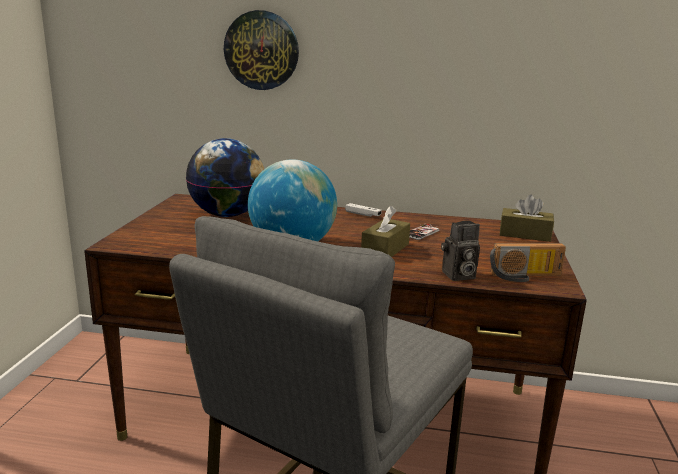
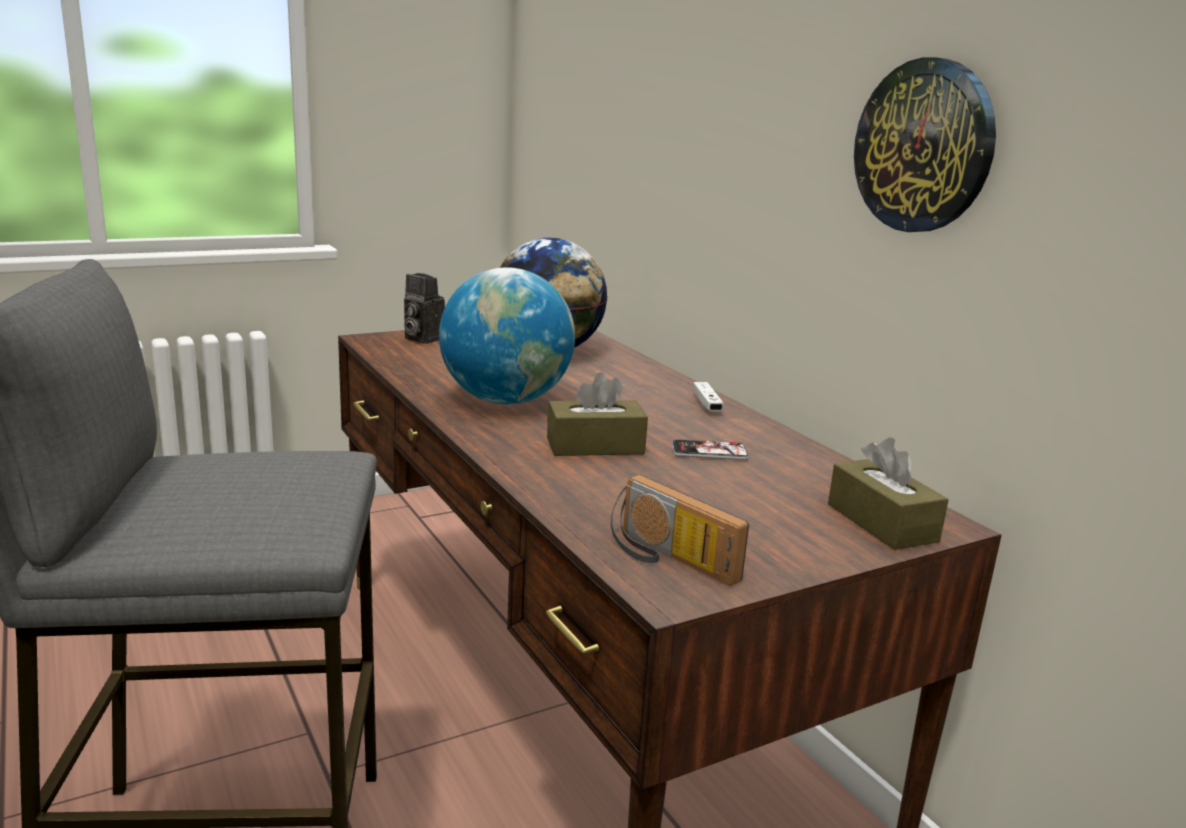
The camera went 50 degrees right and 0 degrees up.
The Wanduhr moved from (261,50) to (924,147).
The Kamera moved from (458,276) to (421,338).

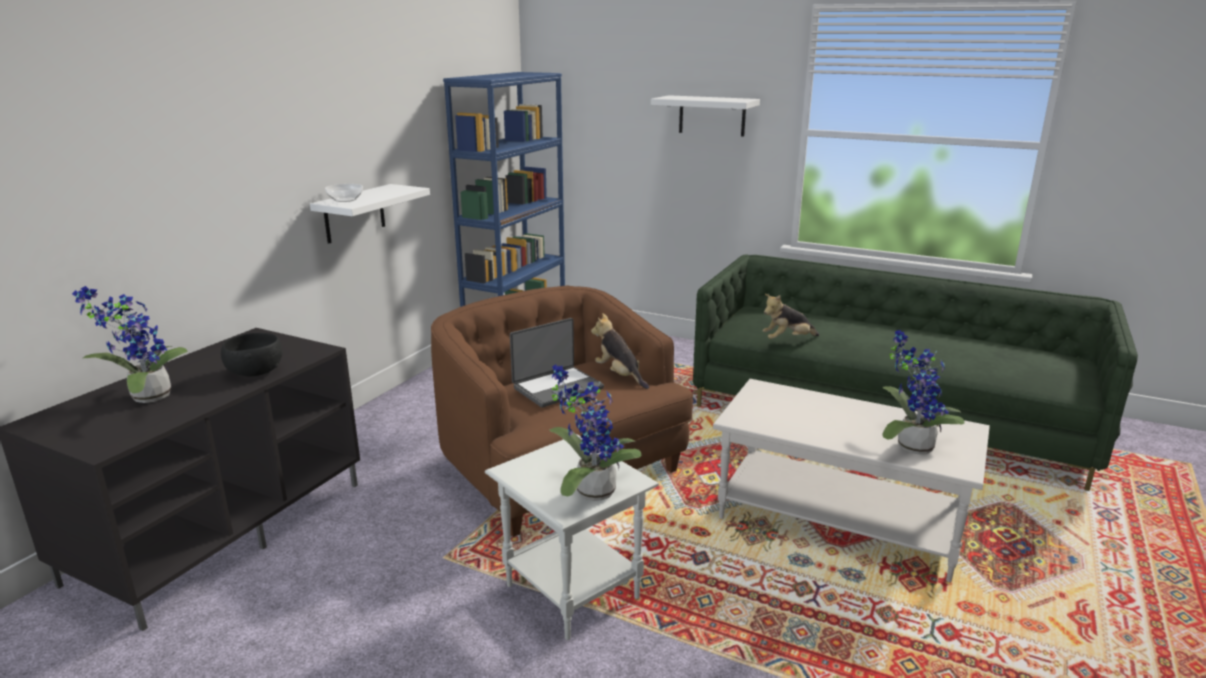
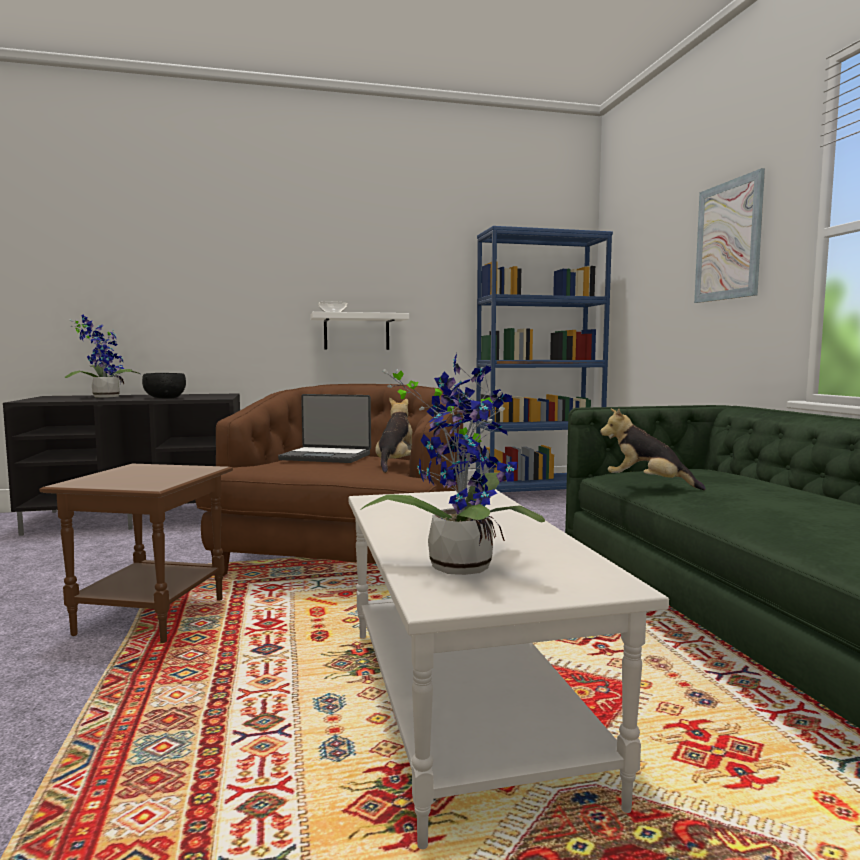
The camera went 50 degrees right and 15 degrees down.
The Topfpflanze at (590,490) disappeared.
The Wandregal/weiß at (712,115) was replaced by the Bild at (728,241).
The Beistelltisch/weiß at (571,591) became the Beistelltisch/braun at (152,616).

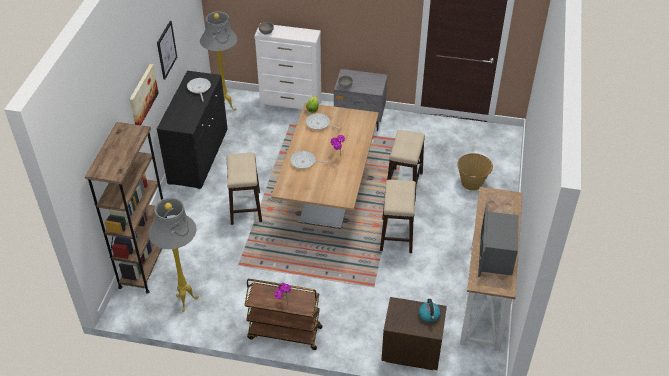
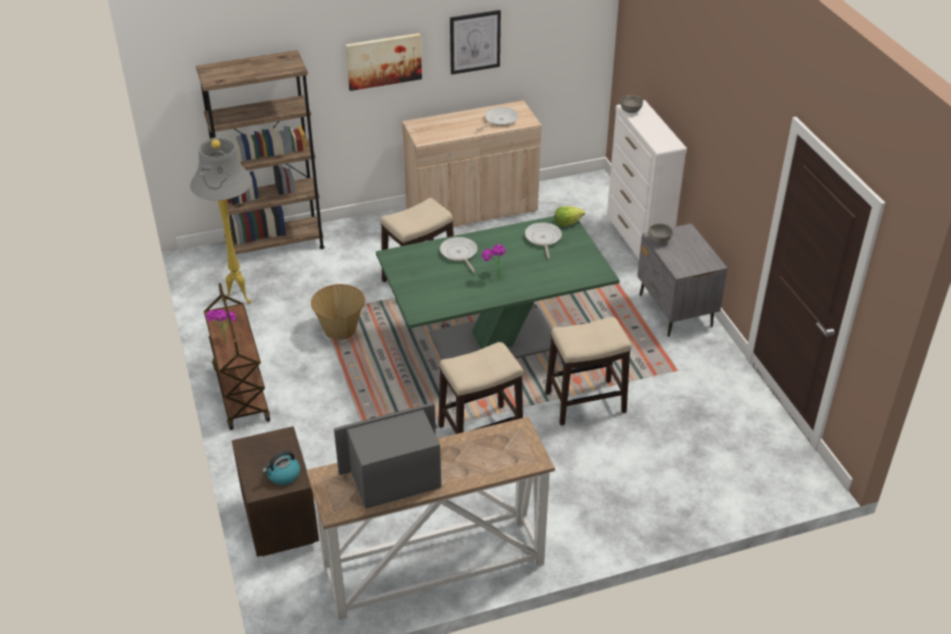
The camera went 60 degrees right and 5 degrees down.
The Stehlampe/grau at (226,109) disappeared.
The Korb moved from (472,183) to (340,330).
The Schrank/schwarz at (198,156) became the Schrank/beige at (471,210).
The Esstisch/braun at (327,198) became the Esstisch/grün at (494,341).

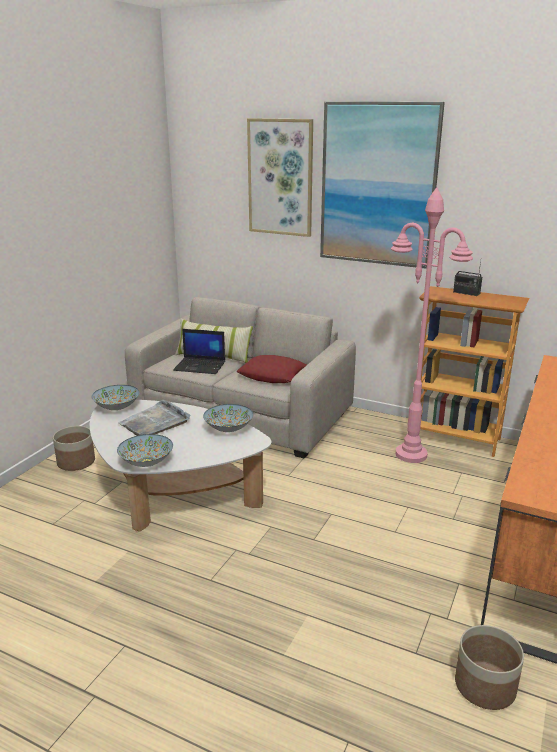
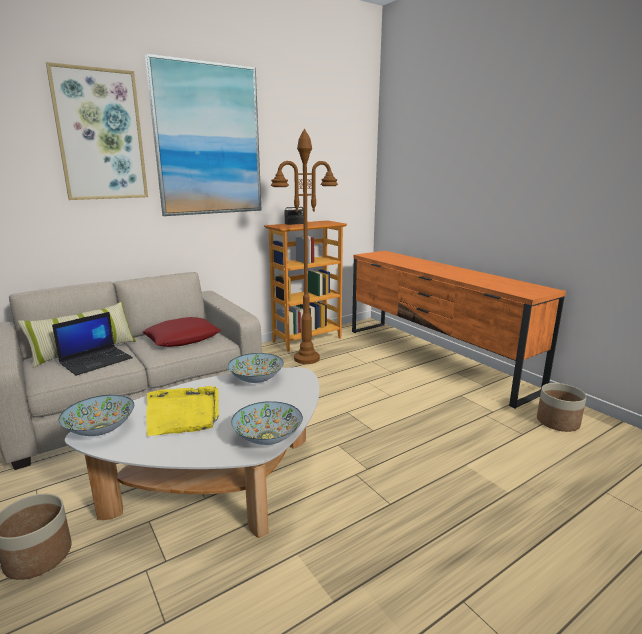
The camera went 60 degrees left and 5 degrees down.
The Tablett/grau at (155,422) became the Tablett/gelb at (183,413).
The Stehlampe/rosa at (411,454) became the Stehlampe/braun at (307,358).

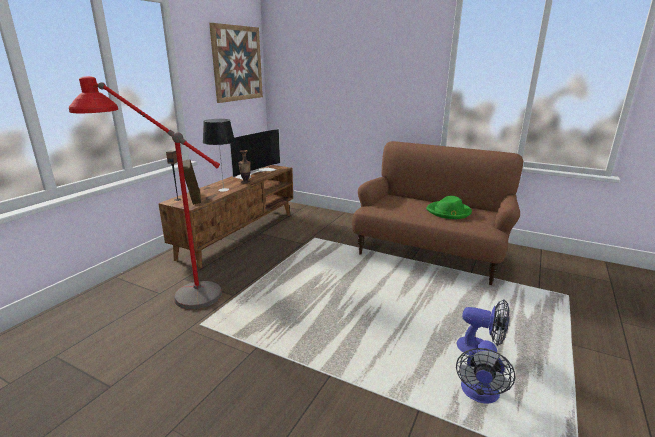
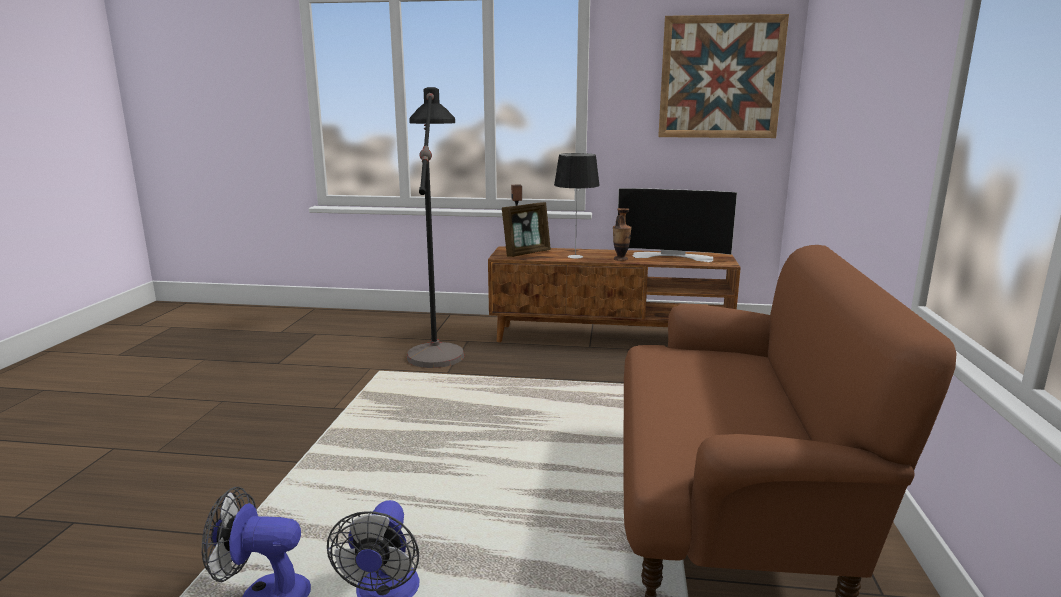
The camera went 70 degrees right and 5 degrees down.
The Hut/grün at (449,212) disappeared.
The Stehlampe/rot at (170,291) became the Stehlampe/schwarz at (438,342).

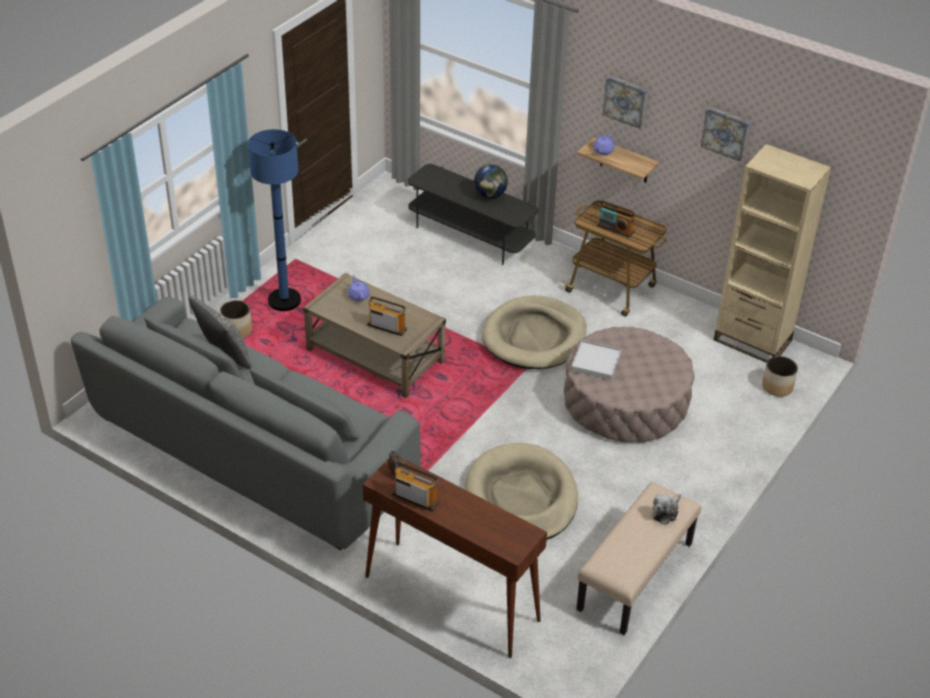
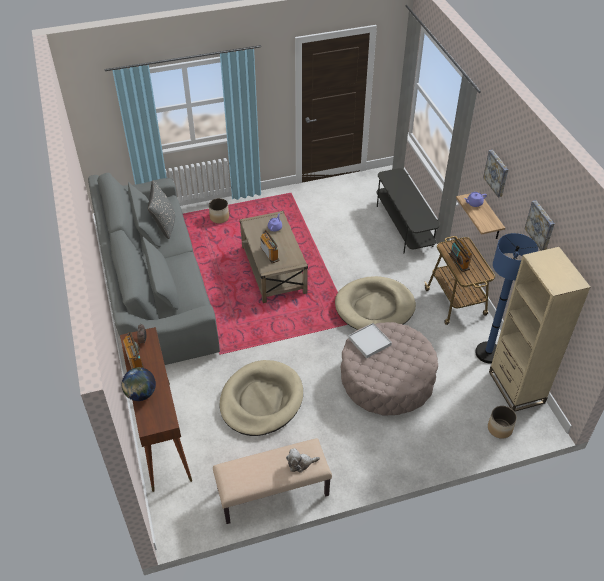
The camera went 40 degrees right and 5 degrees up.
The Stehlampe/blau moved from (284,301) to (488,353).
The Globus moved from (490,195) to (141,394).

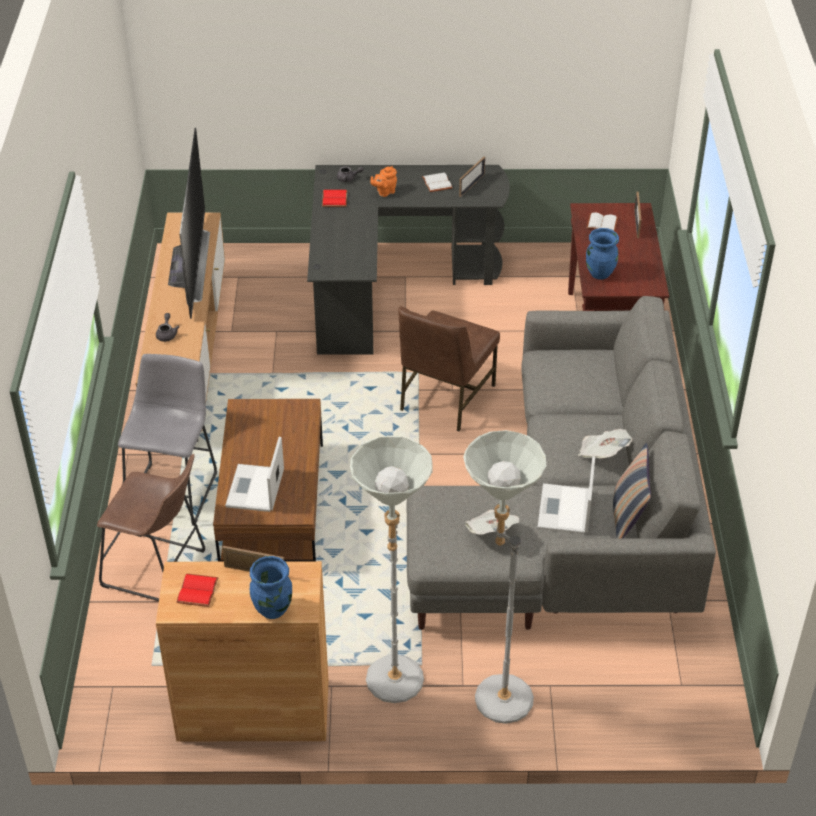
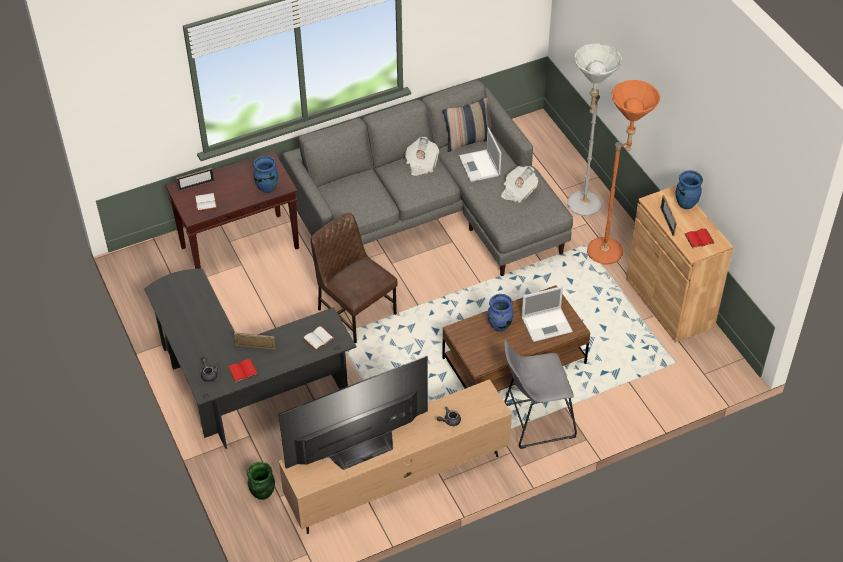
The camera went 115 degrees left and 5 degrees up.
The Hocker/braun at (159,571) disappeared.
The Teekanne/orange at (384,192) disappeared.
The Vase/grün at (262,493) appeared.
The Vase/blau at (500,326) appeared.
The Buch/weiß moved from (436,183) to (318,339).
The Bilderrahmen moved from (471,185) to (255,347).
The Stehlampe/grau at (394,690) became the Stehlampe/orange at (611,249).
The Stuhl/braun at (445,398) turned 135 degrees counterclockwise.
The Laptop at (565,510) turned 90 degrees clockwise.

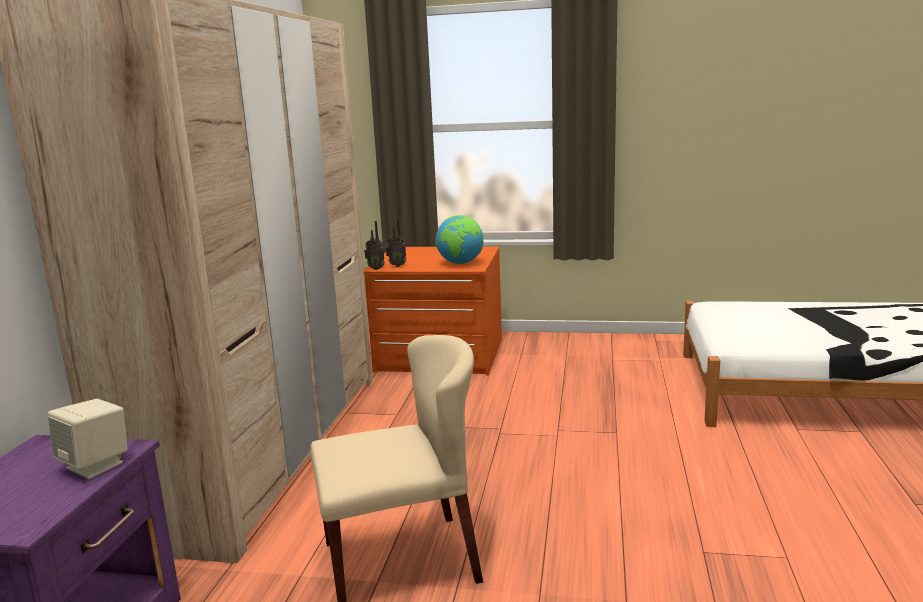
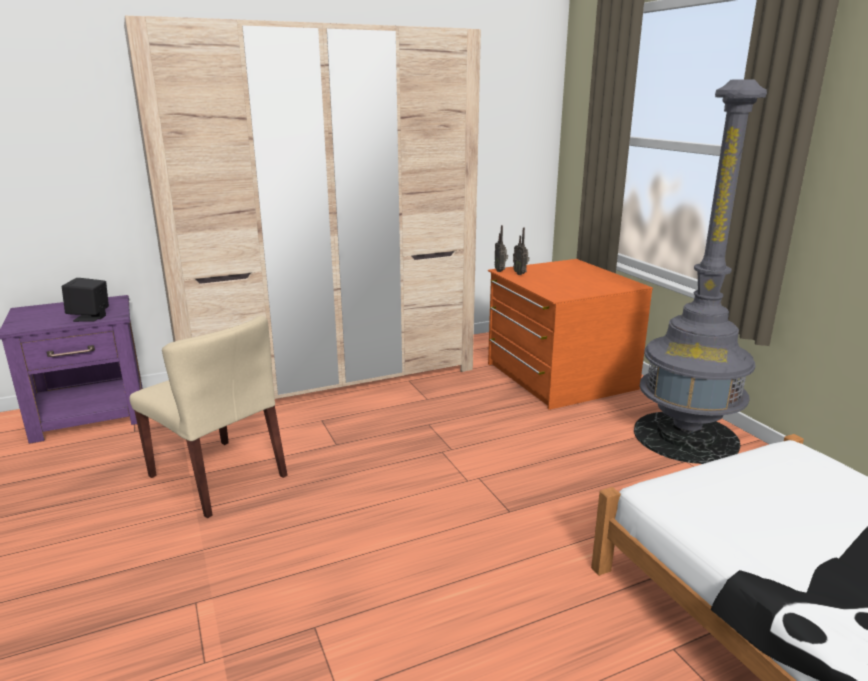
The camera went 55 degrees right and 5 degrees up.
The Globus at (460,263) disappeared.
The Stehlampe/grau at (685,437) appeared.
The Lautsprecher/beige at (96,465) became the Lautsprecher/schwarz at (90,317).

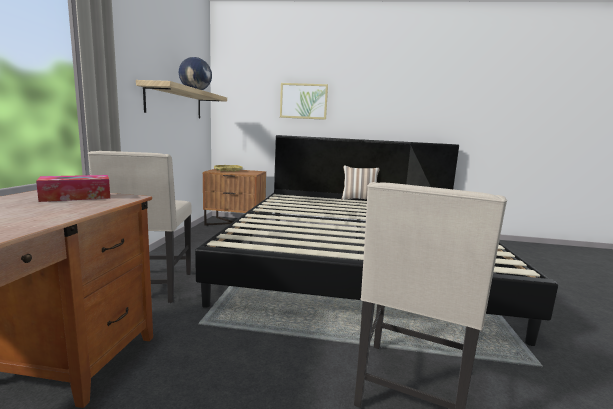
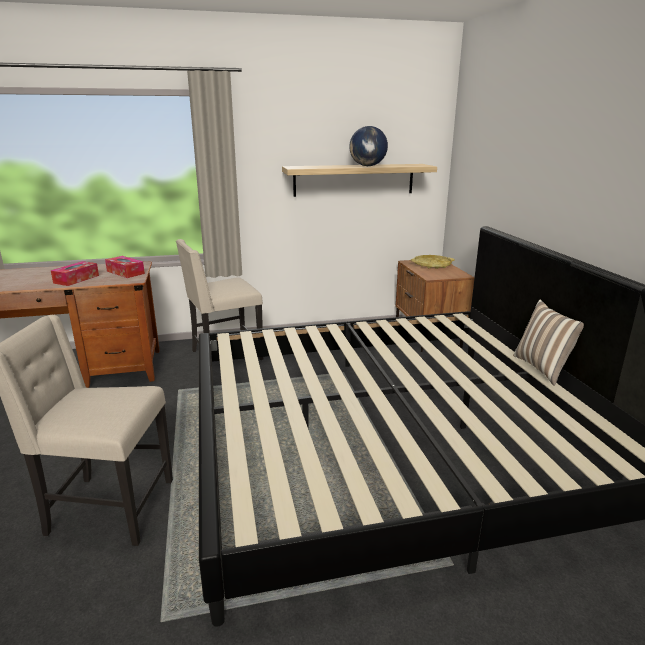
The camera went 70 degrees right and 10 degrees up.
The Bild at (303,101) disappeared.
The Taschentuchbox at (76,279) appeared.

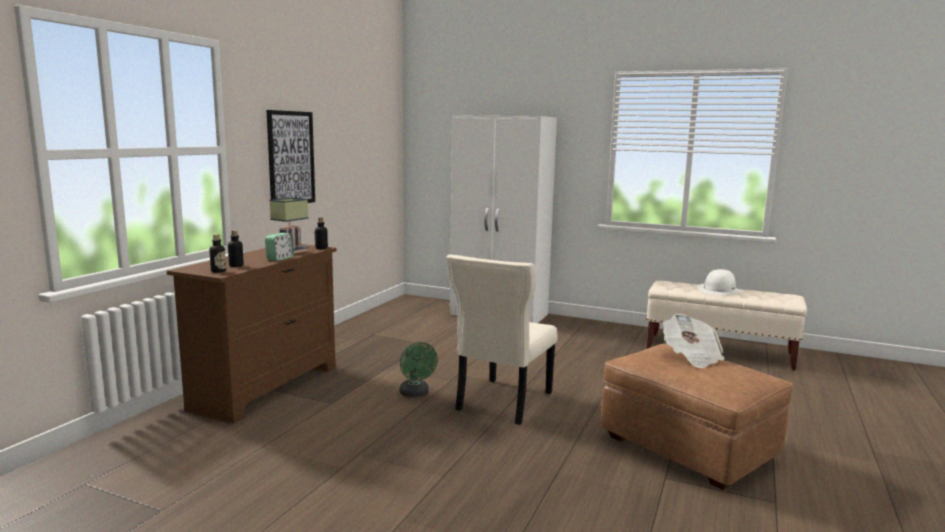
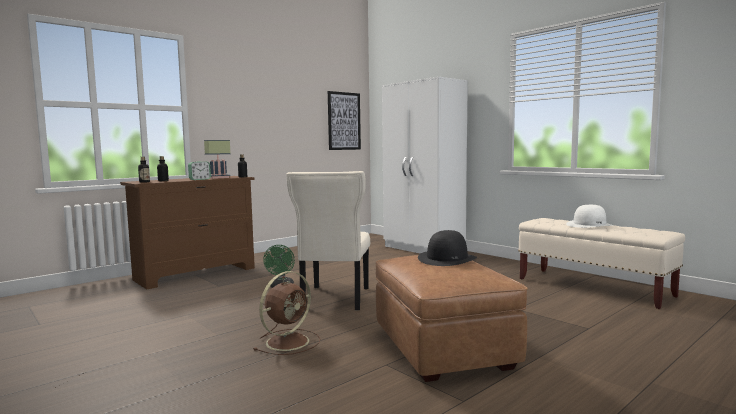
The camera went 25 degrees right and 5 degrees down.
The Ventilator/braun at (289,341) appeared.
The Bild moved from (291,158) to (344,121).
The Zeitung at (691,356) was replaced by the Hut/schwarz at (447,259).
The Stuhl/beige at (502,402) turned 45 degrees counterclockwise.

